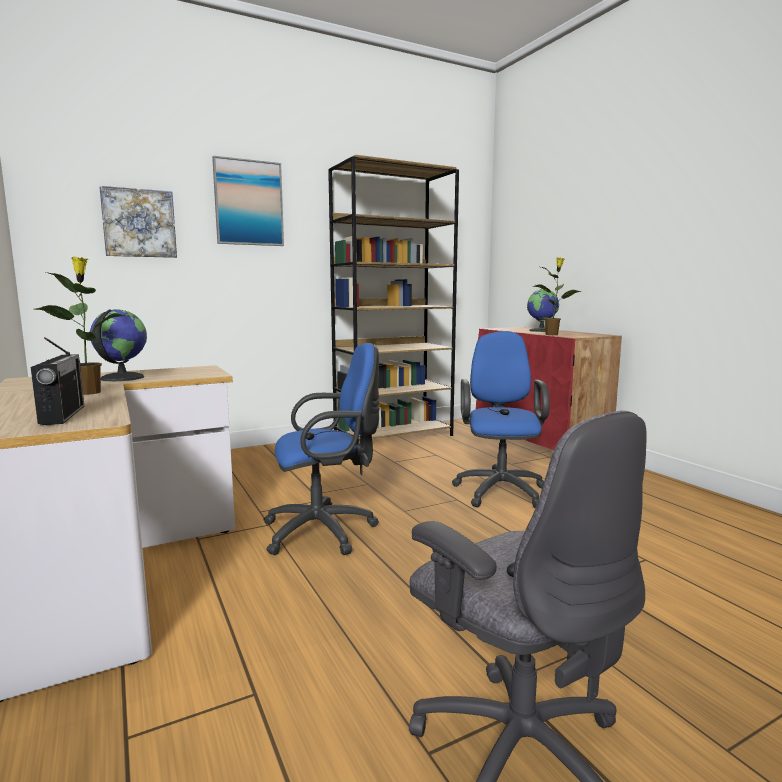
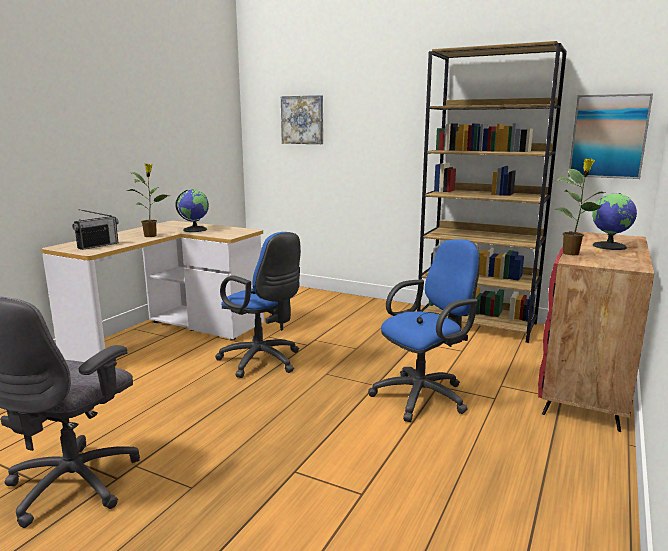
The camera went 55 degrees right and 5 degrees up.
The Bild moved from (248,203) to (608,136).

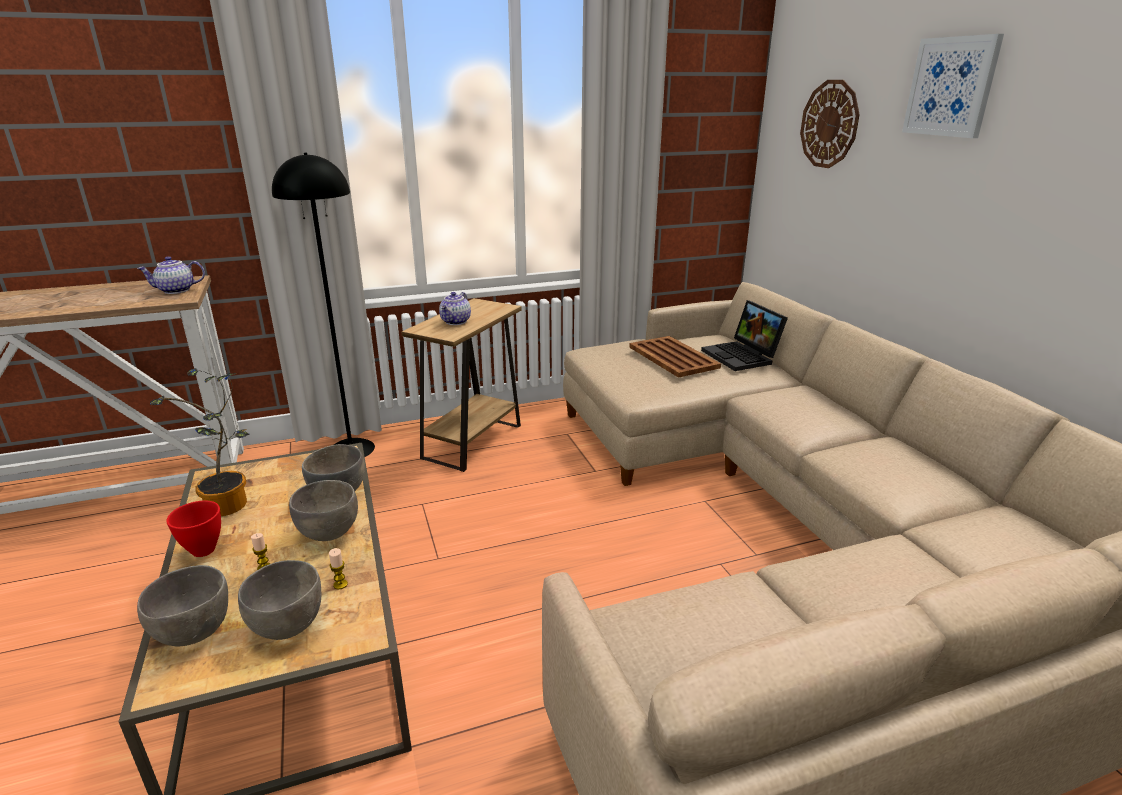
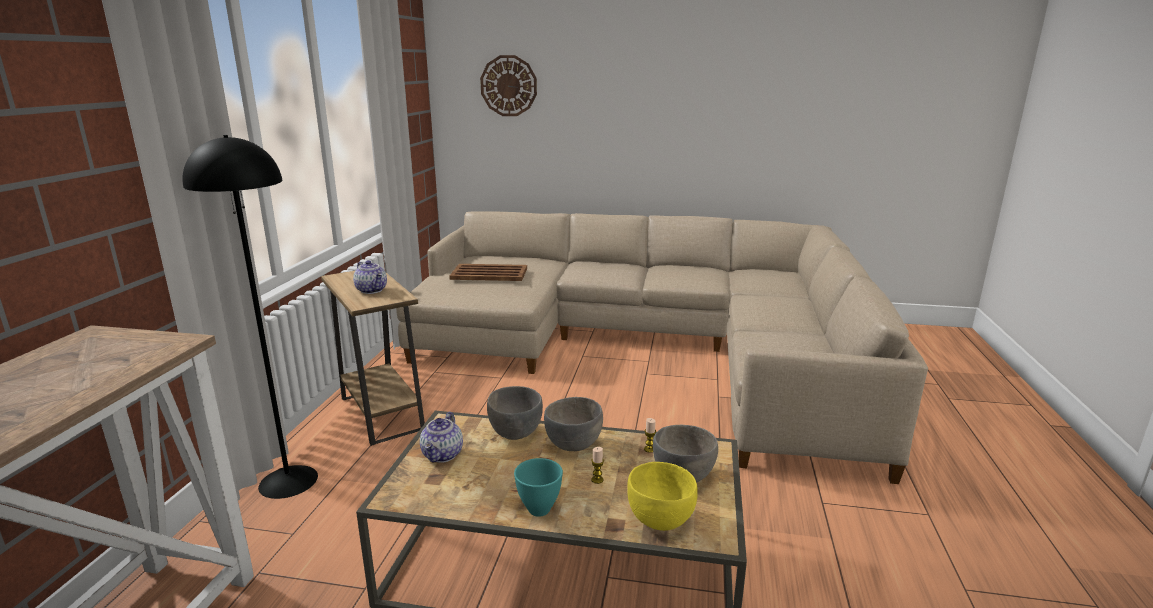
The camera went 60 degrees left and 5 degrees down.
The Topfpflanze at (230,507) disappeared.
The Laptop at (742,357) disappeared.
The Bild at (951,87) disappeared.
The Teekanne moved from (176,291) to (443,455).
The Schüssel/grau at (193,632) became the Schüssel/gelb at (660,520).
The Schüssel/rot at (205,549) became the Schüssel/türkis at (539,508).

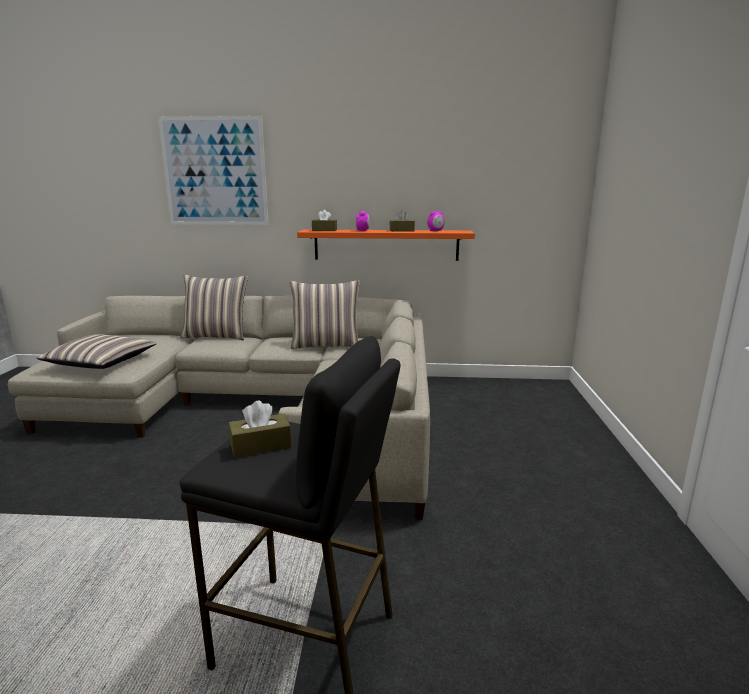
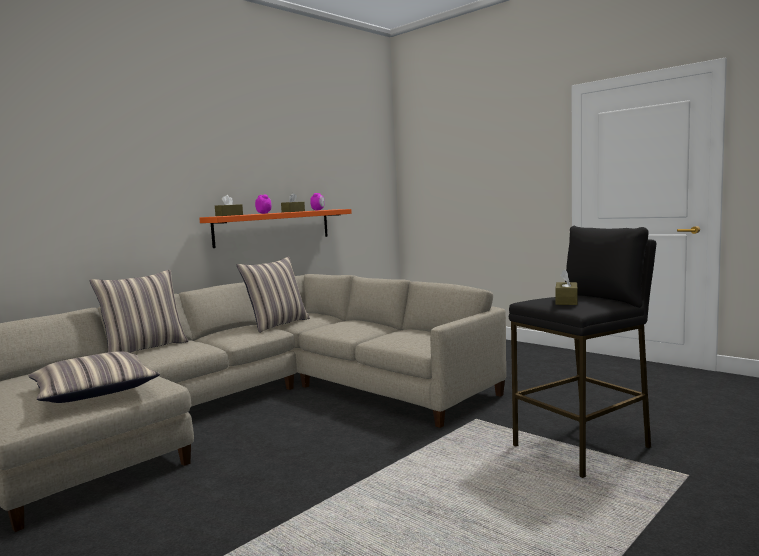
The camera went 50 degrees left and 10 degrees down.
The Bild at (215,172) disappeared.

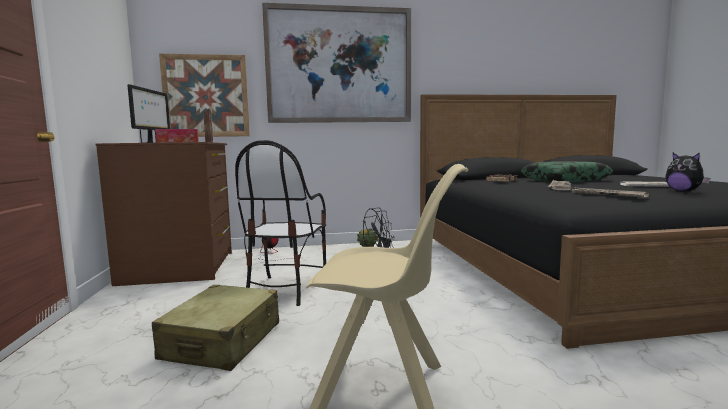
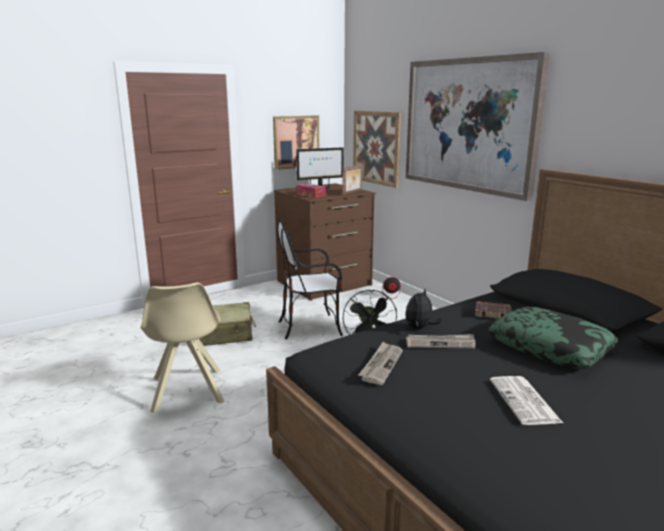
The camera went 65 degrees right and 10 degrees up.
The Bild at (296,142) appeared.
The Plüschtier moved from (683,191) to (420,328).

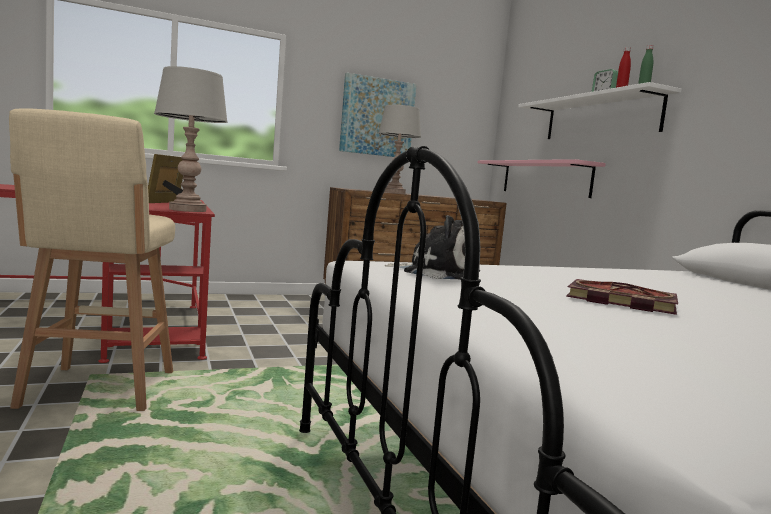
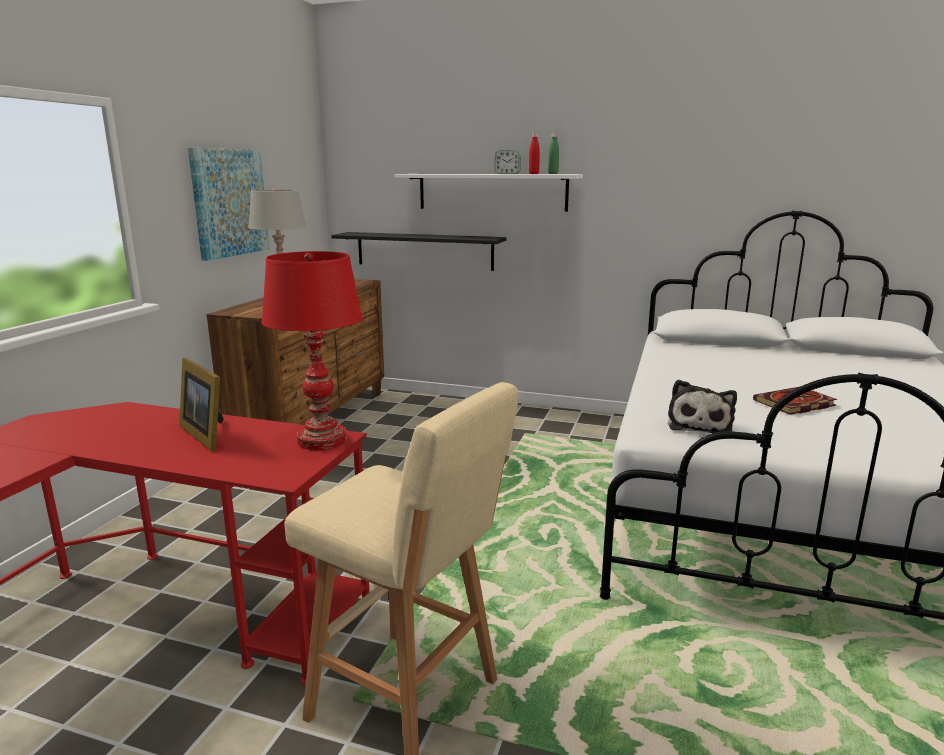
The camera went 50 degrees left and 10 degrees up.
The Tischlampe/grau at (187,210) became the Tischlampe/rot at (321,440).
The Wandregal/rosa at (545,178) became the Wandregal/schwarz at (424,251).
The Plüschtier at (437,273) turned 135 degrees clockwise.

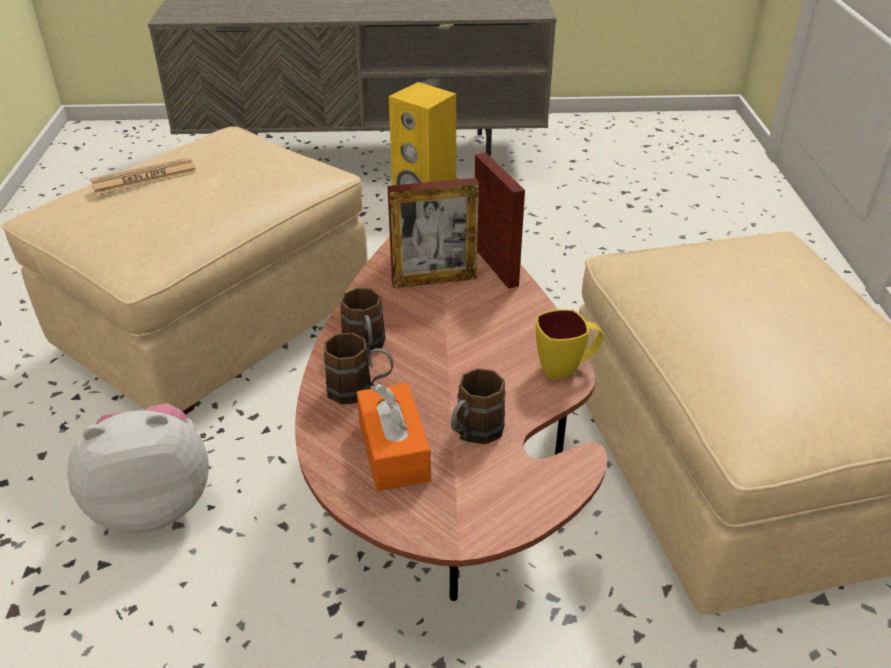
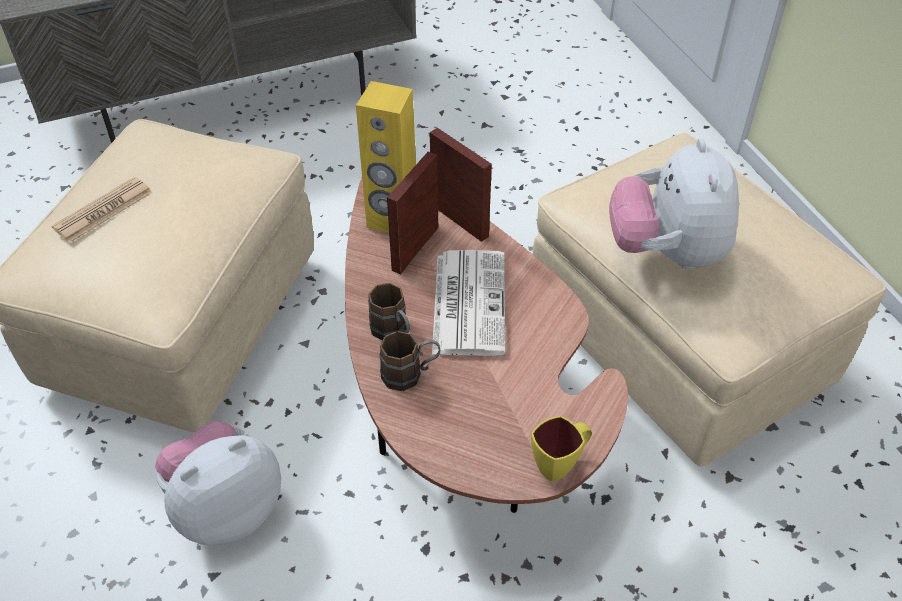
The camera went 20 degrees left and 10 degrees up.
The Taschentuchbox/orange at (393,451) disappeared.
The Henkelbecher/braun at (473,434) disappeared.
The Zeitung at (468,302) appeared.
The Plüschtier at (666,252) appeared.
The Henkelbecher/gelb moved from (566,369) to (560,464).
The Bilderrahmen at (434,280) turned 150 degrees clockwise.

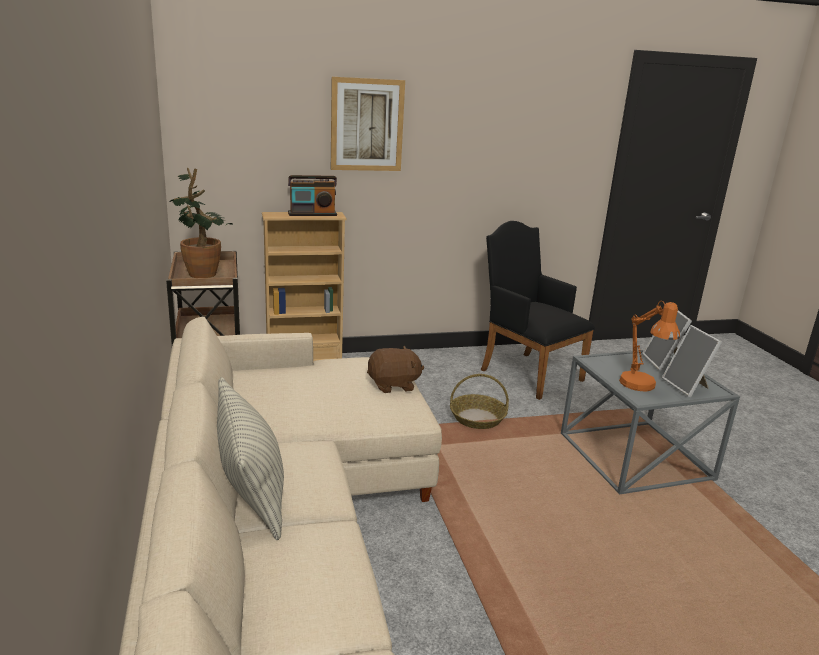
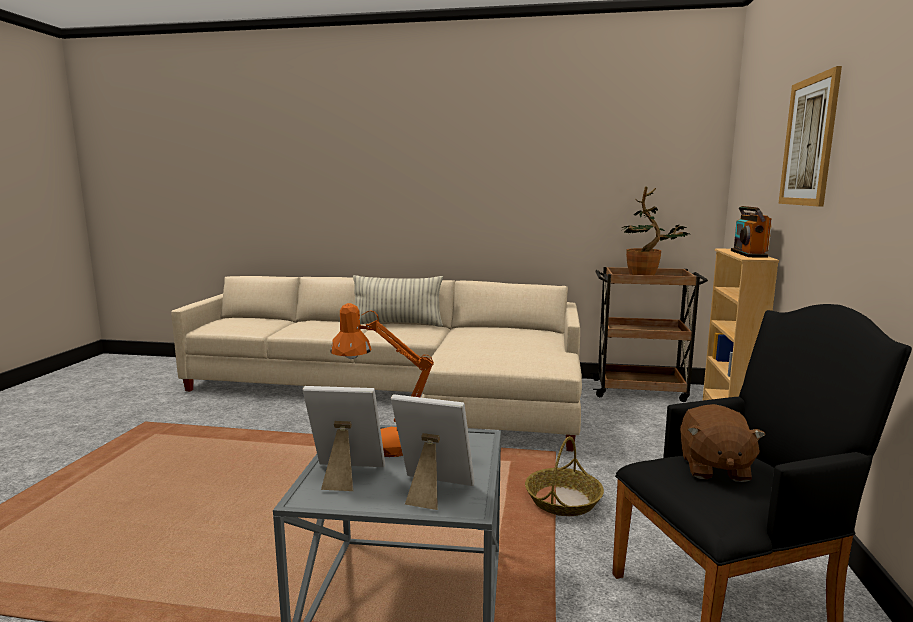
The camera went 115 degrees right and 10 degrees down.
The Plüschtier/braun moved from (393,385) to (713,468).

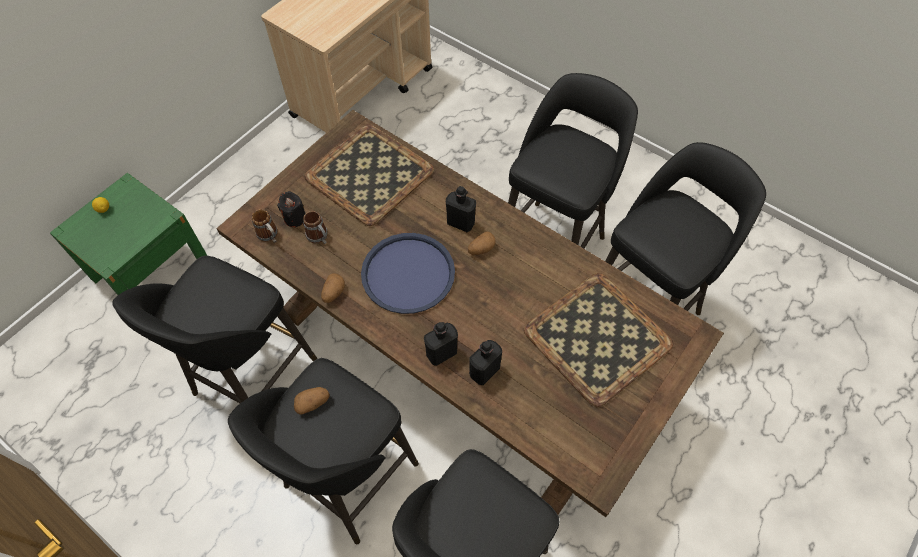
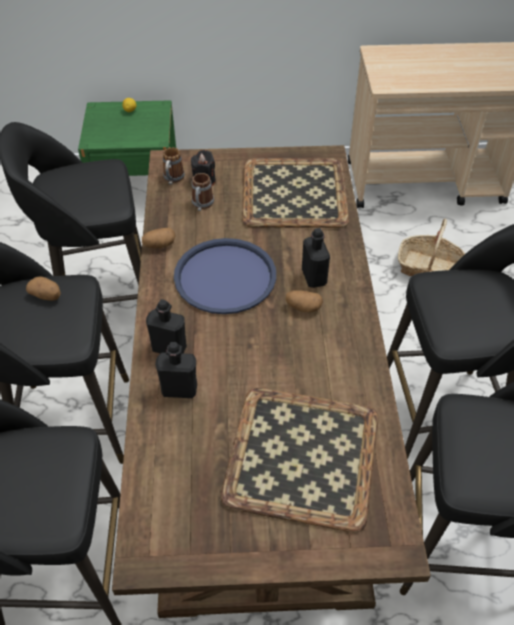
The camera went 50 degrees right and 10 degrees down.
The Korb at (429,268) appeared.

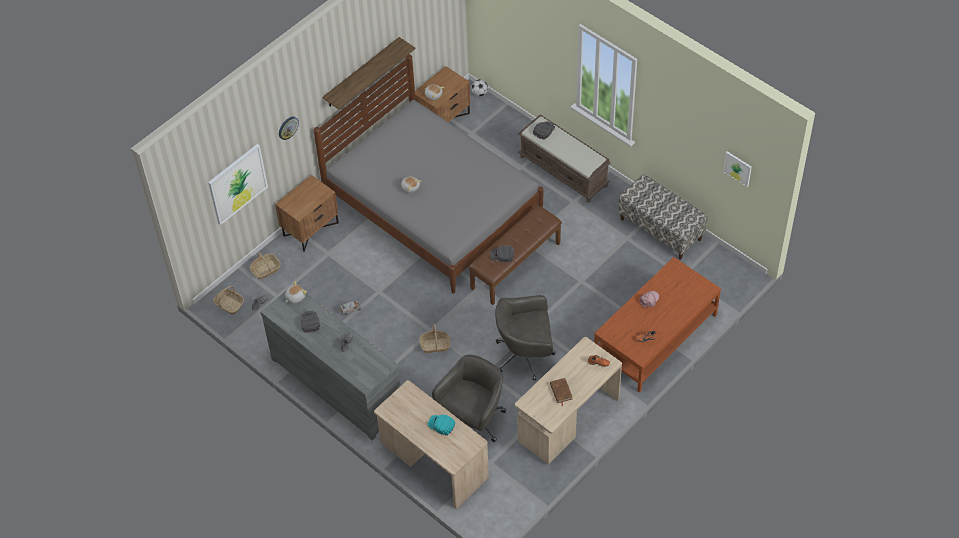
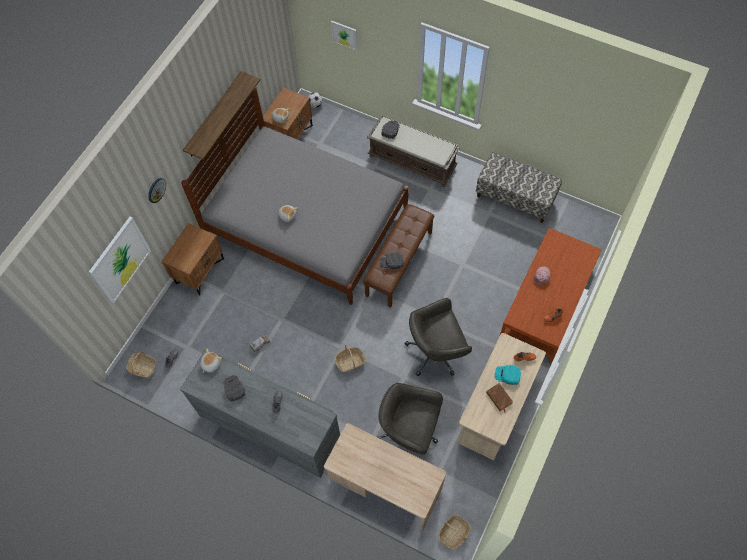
The camera went 15 degrees left and 10 degrees up.
The Korb moved from (266,270) to (454,533).
The Kappe/türkis moved from (441,425) to (507,375).
The Bild moved from (737,168) to (344,35).
The Bürostuhl/grau at (472,421) turned 90 degrees counterclockwise.

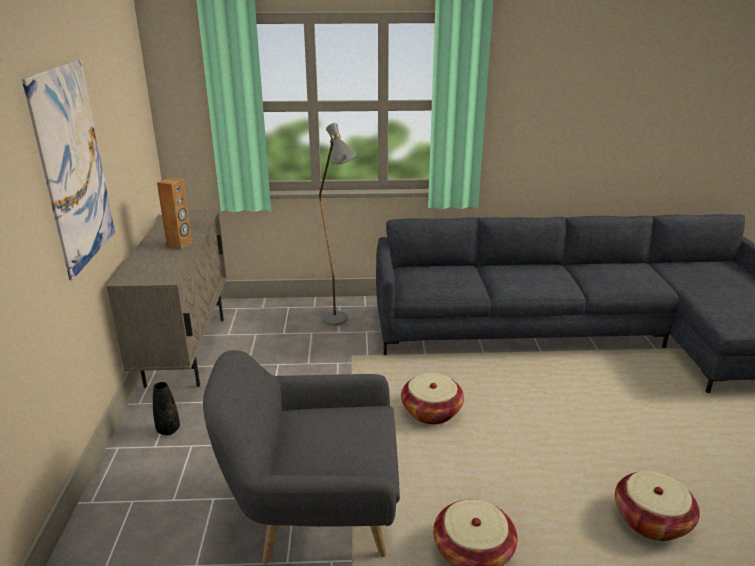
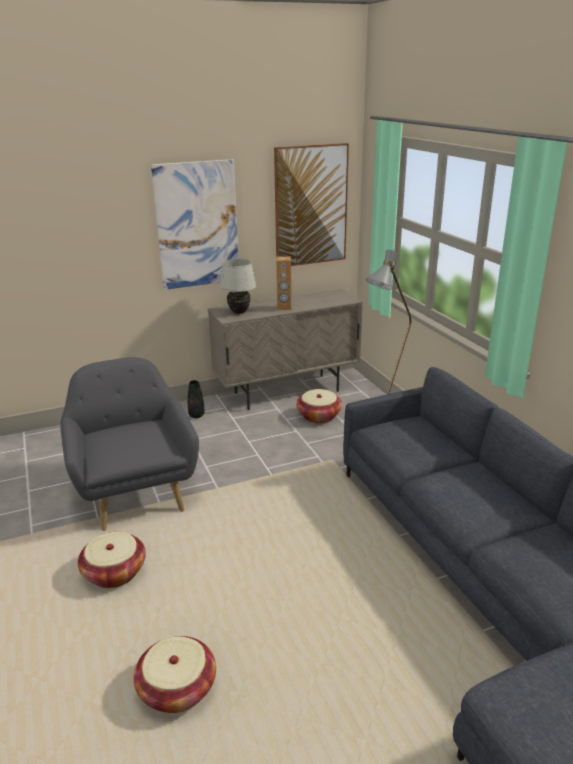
The camera went 70 degrees right and 0 degrees up.
The Tischlampe/weiß at (239,312) appeared.
The Bild at (310,206) appeared.
The Korb moved from (431,411) to (319,416).

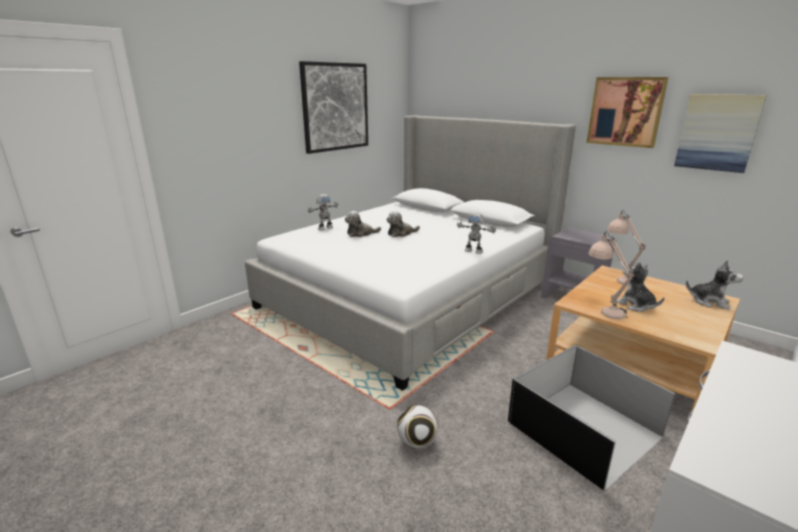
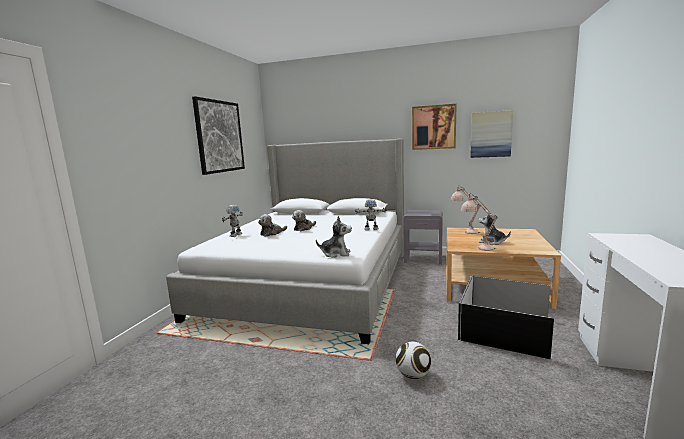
The camera went 25 degrees left and 10 degrees down.
The Plüschtier moved from (709,302) to (336,254).

